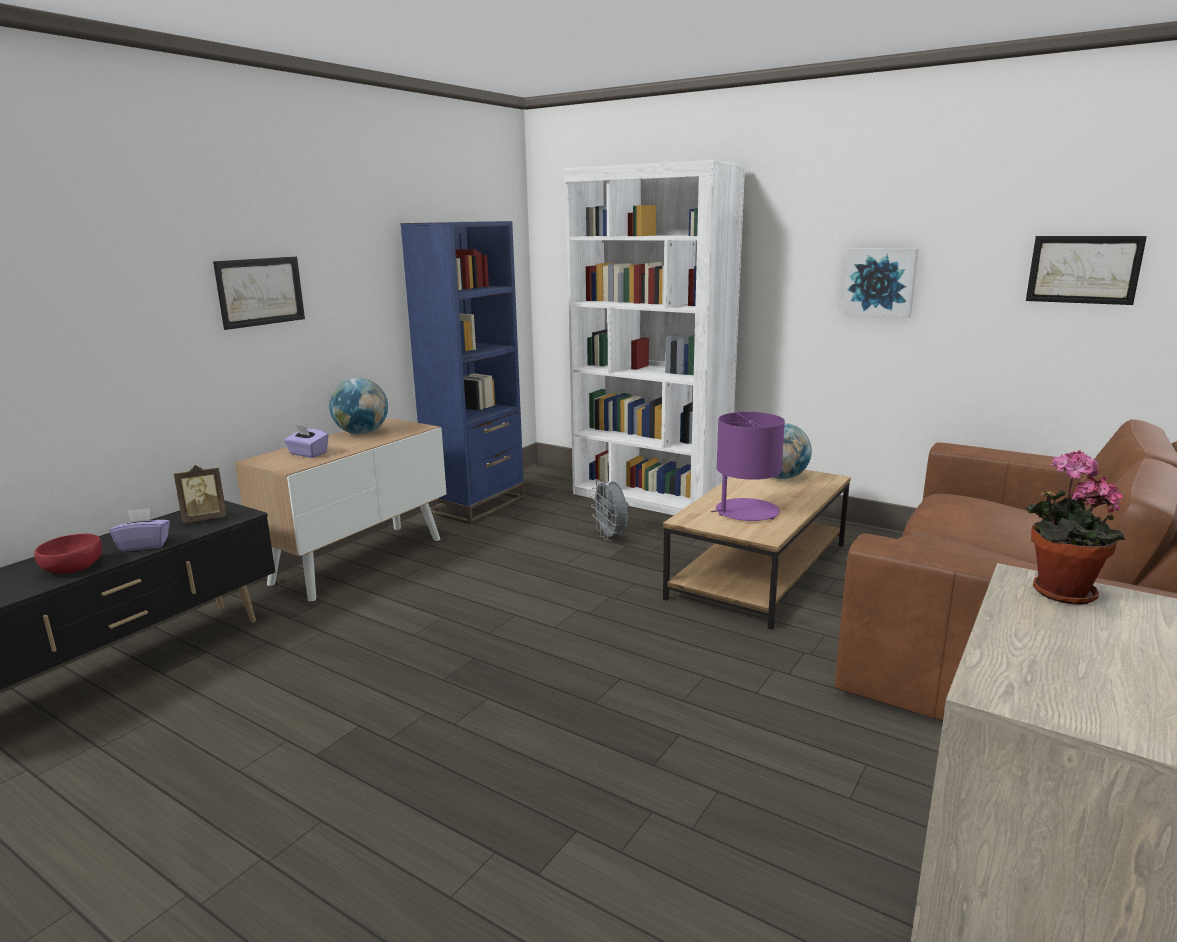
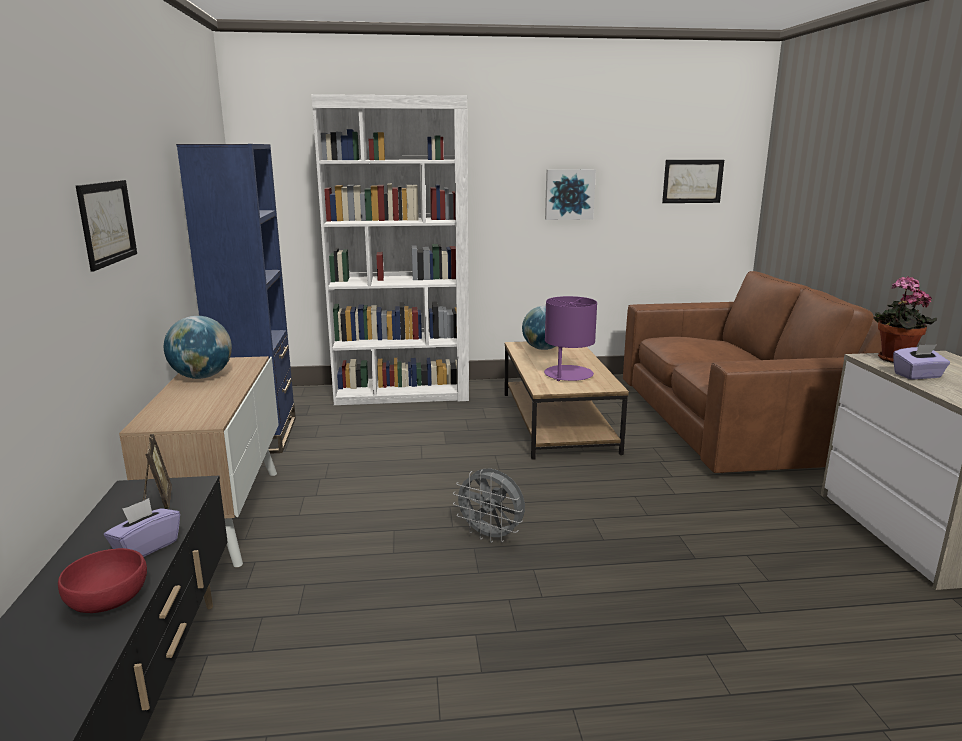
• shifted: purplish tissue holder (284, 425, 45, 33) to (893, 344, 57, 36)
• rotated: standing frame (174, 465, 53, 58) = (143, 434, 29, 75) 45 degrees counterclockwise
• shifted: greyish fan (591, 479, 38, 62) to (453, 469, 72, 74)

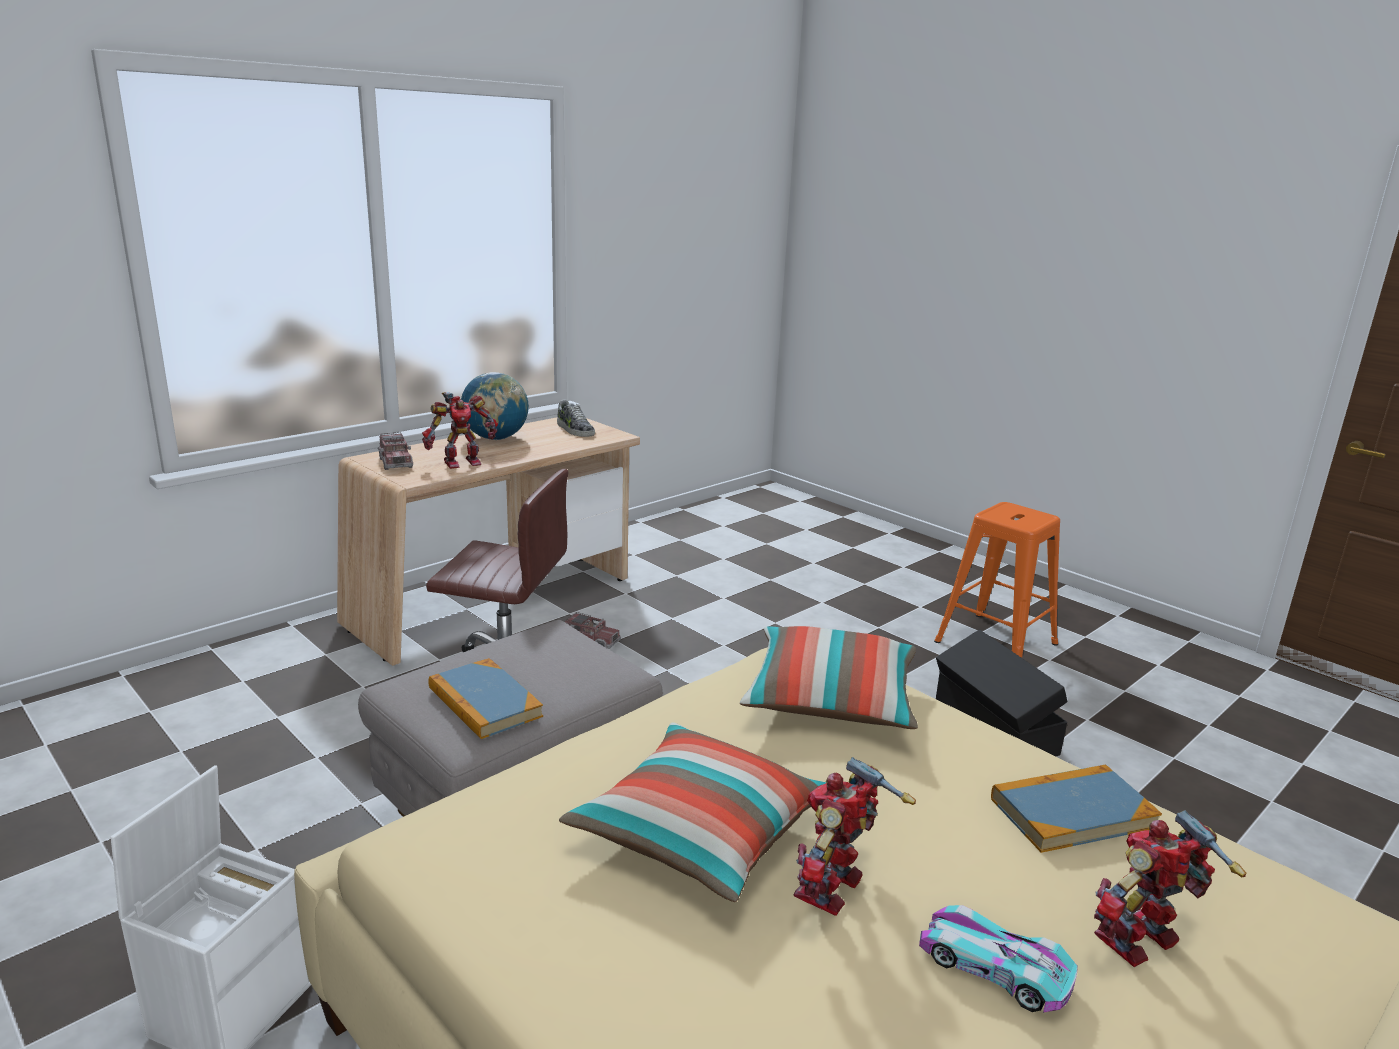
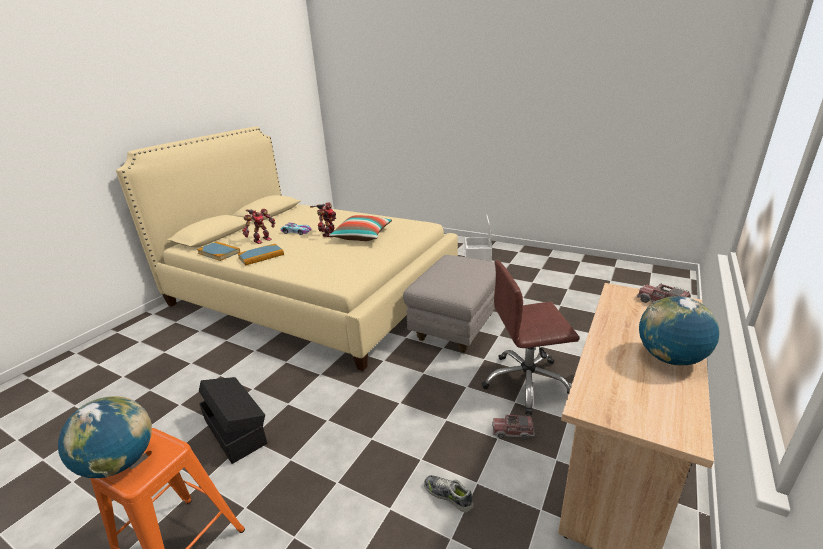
• gone: robot figure (422, 392, 76, 77)
• shifted: item of footwear (557, 399, 38, 38) to (424, 475, 49, 38)
• gone: throw pillow (740, 626, 178, 103)
• shifted: book (428, 658, 115, 81) to (197, 241, 43, 20)
• new: globe (58, 396, 94, 82)

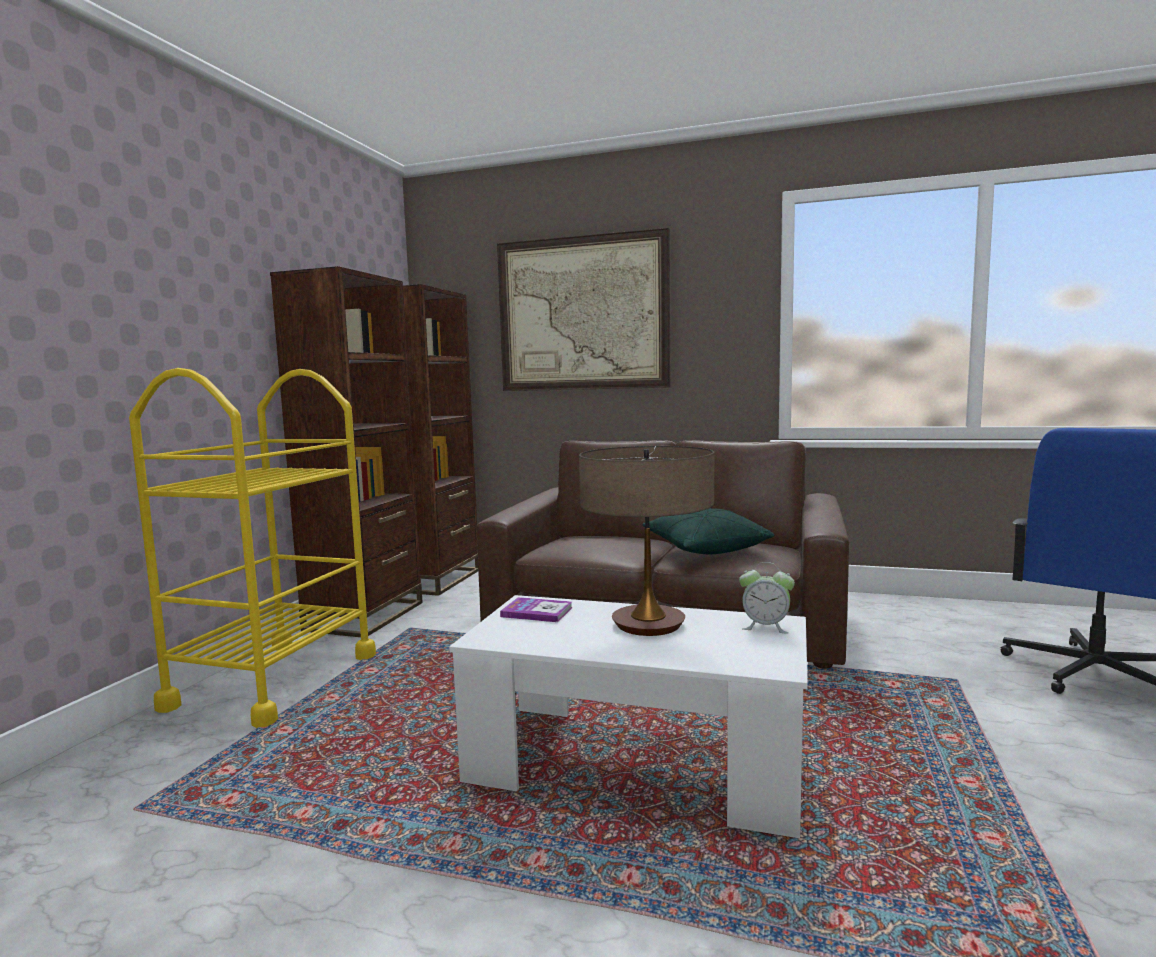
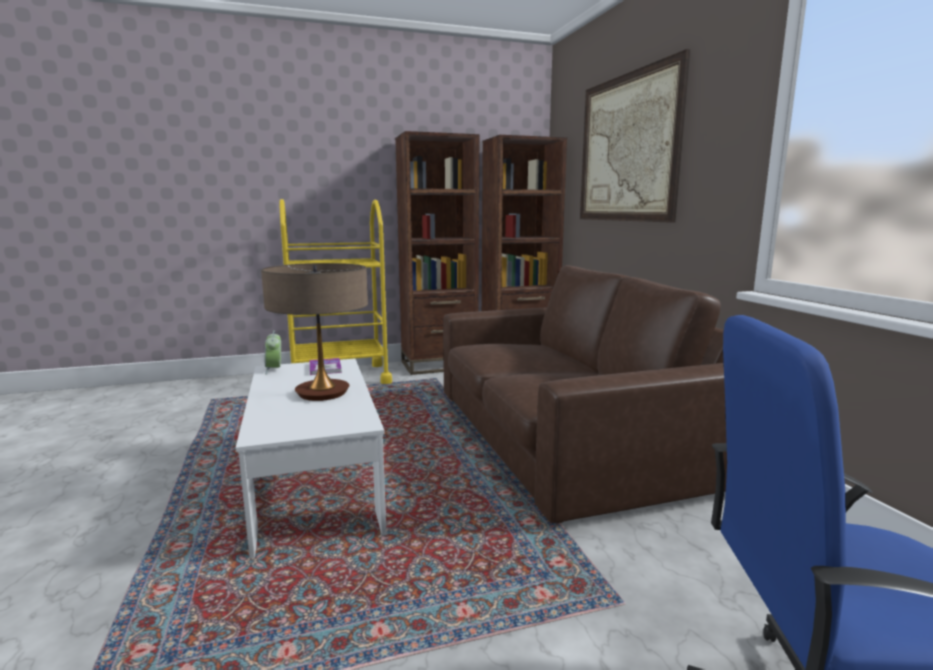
• gone: green-coloured throw pillow (642, 508, 132, 46)
• shifted: alarm clock (739, 562, 56, 71) to (265, 330, 16, 45)

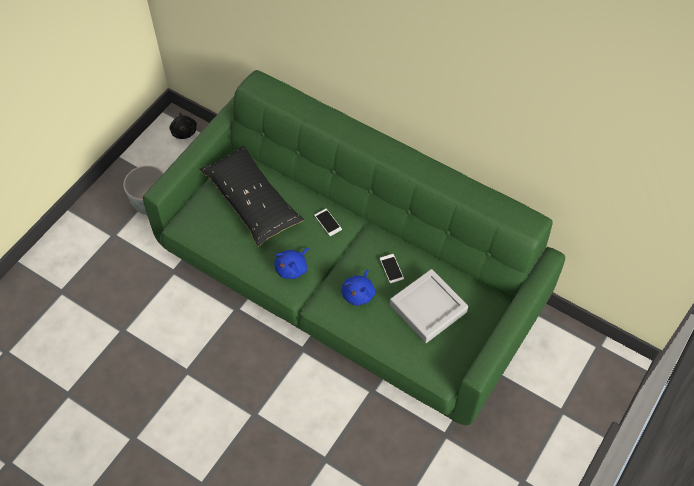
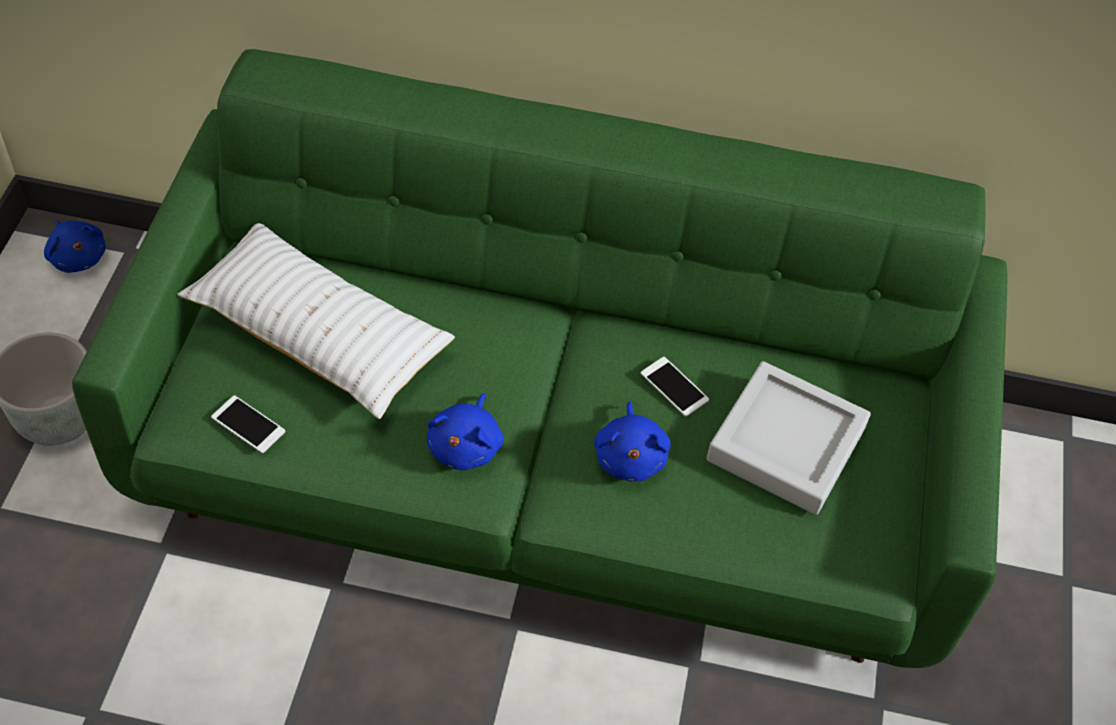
• repainted: black-coloured soft toy (169, 112, 28, 27) to blue-coloured soft toy (44, 220, 62, 53)
• repainted: black-coloured throw pillow (199, 146, 105, 101) to white-coloured throw pillow (177, 223, 278, 196)
• shifted: handset (314, 209, 28, 27) to (211, 395, 74, 58)

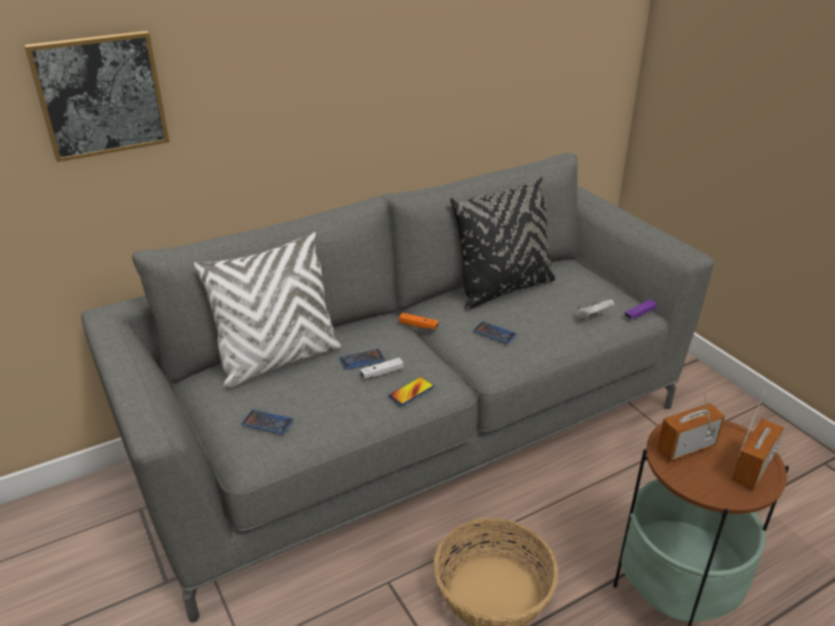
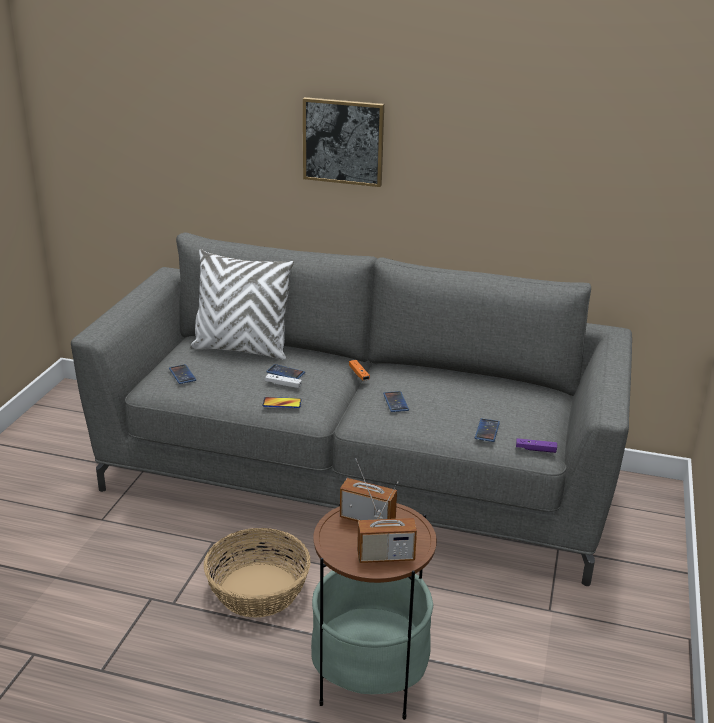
• shifted: picture (24, 31, 145, 131) to (303, 97, 81, 90)
• gone: black-coloured throw pillow (450, 177, 105, 133)
• swapped: white-coloured gamepad (577, 300, 37, 20) to handset (475, 418, 25, 24)

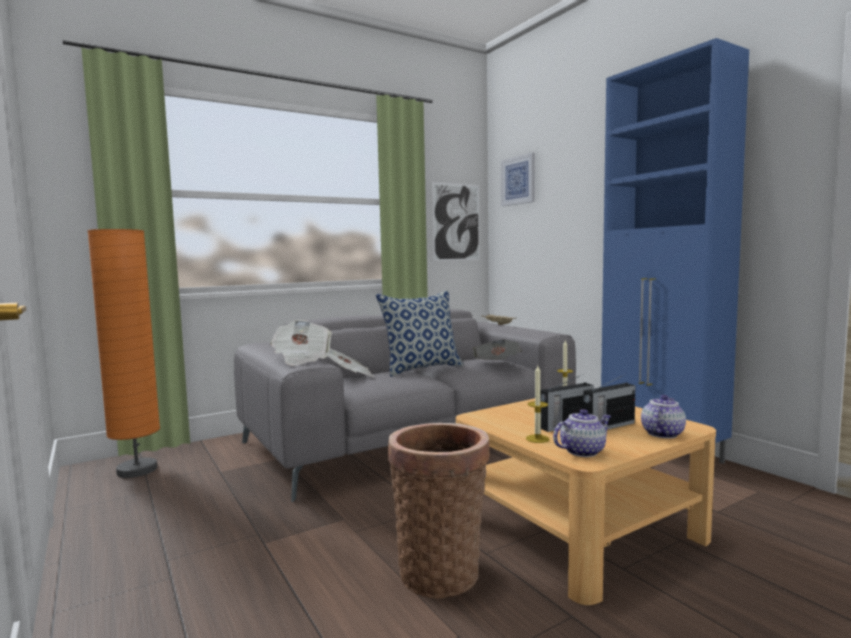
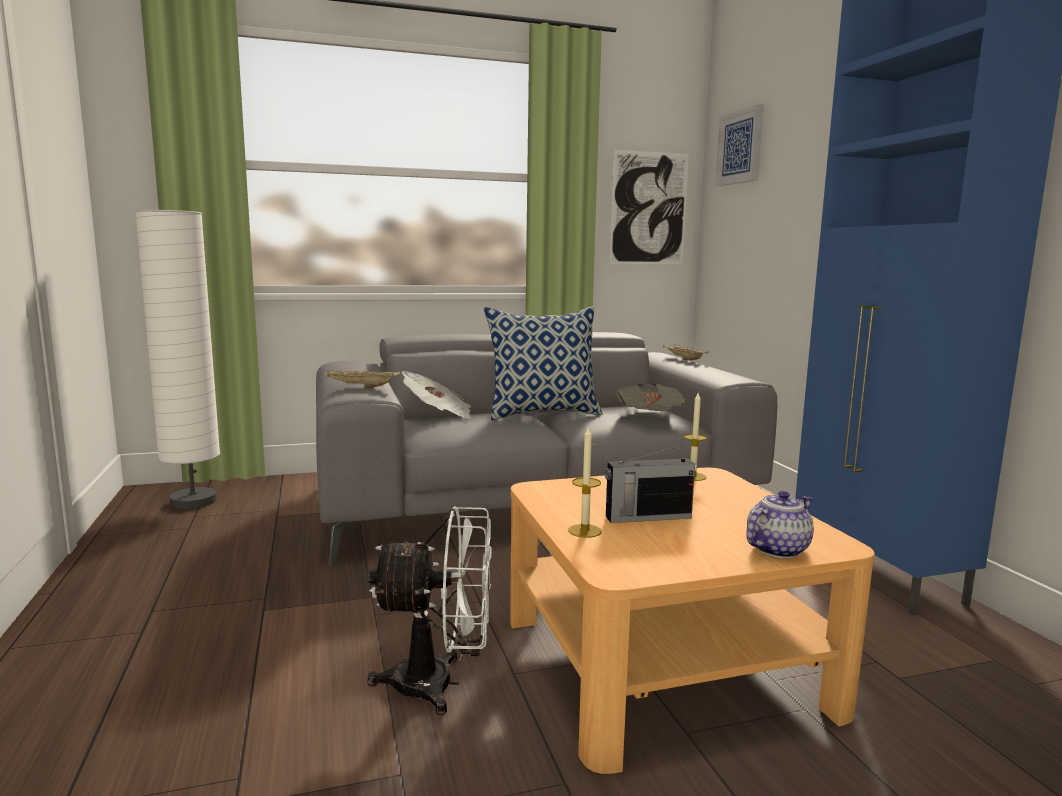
• repainted: orange floor lamp (87, 229, 73, 249) to white-coloured floor lamp (135, 210, 85, 299)
• swapped: daily paper (270, 320, 62, 45) to sand-coloured serving tray (325, 370, 76, 18)
• gone: radio receiver (583, 376, 52, 54)
• gone: teapot (553, 409, 58, 48)
• swapped: basket (388, 423, 102, 176) to white-coloured fan (367, 506, 125, 209)

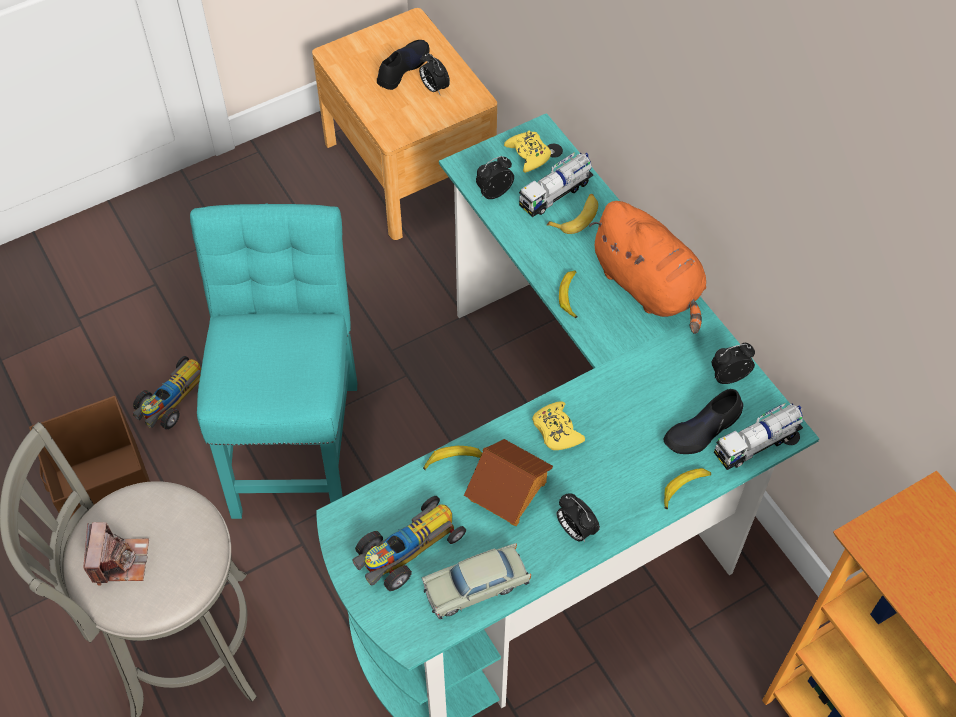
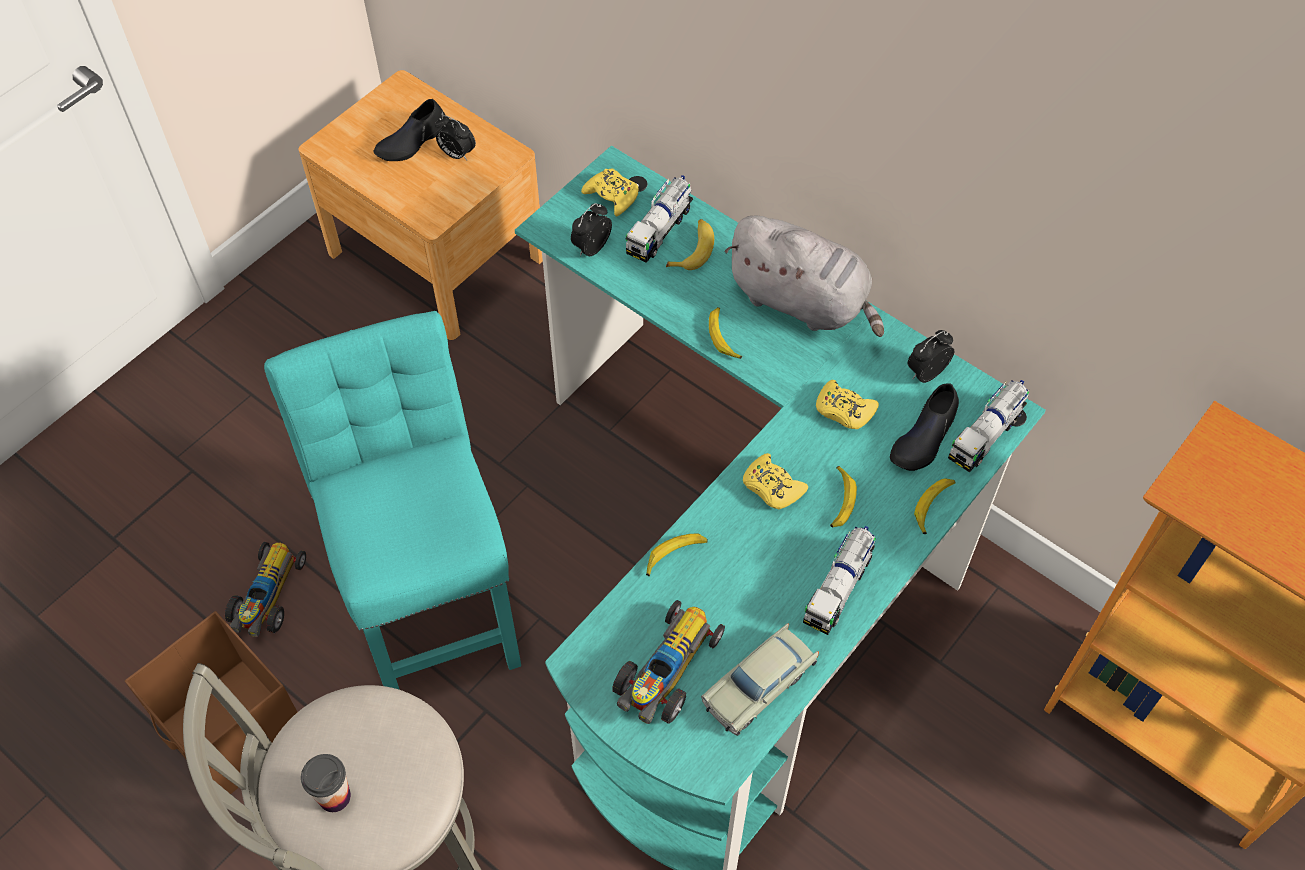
• rotated: black-coloured item of footwear (377, 40, 53, 50) = (373, 99, 72, 62) 150 degrees counterclockwise
• repainted: orange soft toy (589, 201, 117, 133) to greyish soft toy (724, 216, 160, 121)
• gone: toy house (464, 439, 89, 87)
• swapped: alarm clock (557, 493, 43, 49) to model truck (803, 526, 73, 109)
• swapped: photo camera (84, 522, 65, 64) to cup (301, 754, 50, 58)
• new: yellow-coloured gamepad (816, 380, 63, 49)
• new: banana fruit (830, 466, 27, 62)

